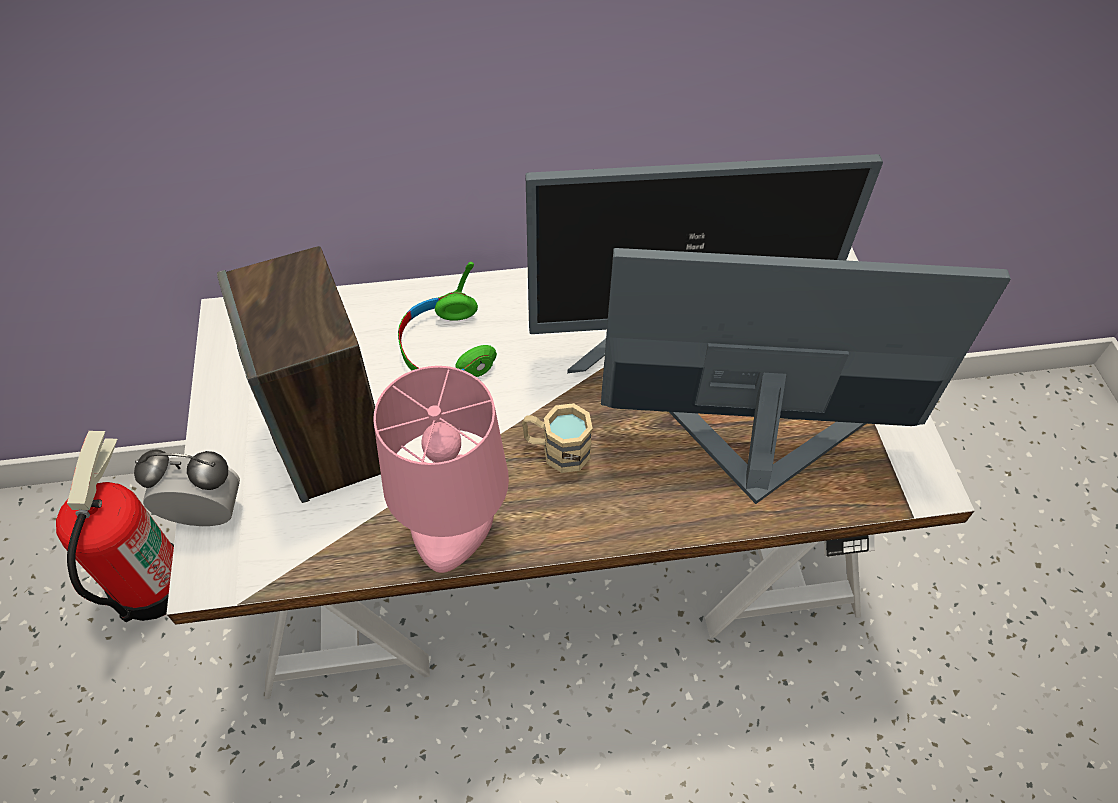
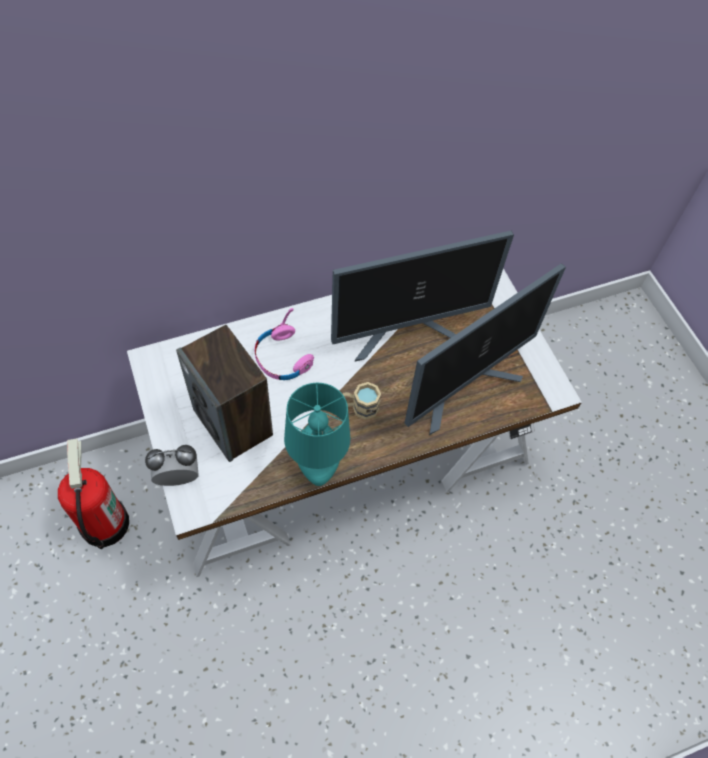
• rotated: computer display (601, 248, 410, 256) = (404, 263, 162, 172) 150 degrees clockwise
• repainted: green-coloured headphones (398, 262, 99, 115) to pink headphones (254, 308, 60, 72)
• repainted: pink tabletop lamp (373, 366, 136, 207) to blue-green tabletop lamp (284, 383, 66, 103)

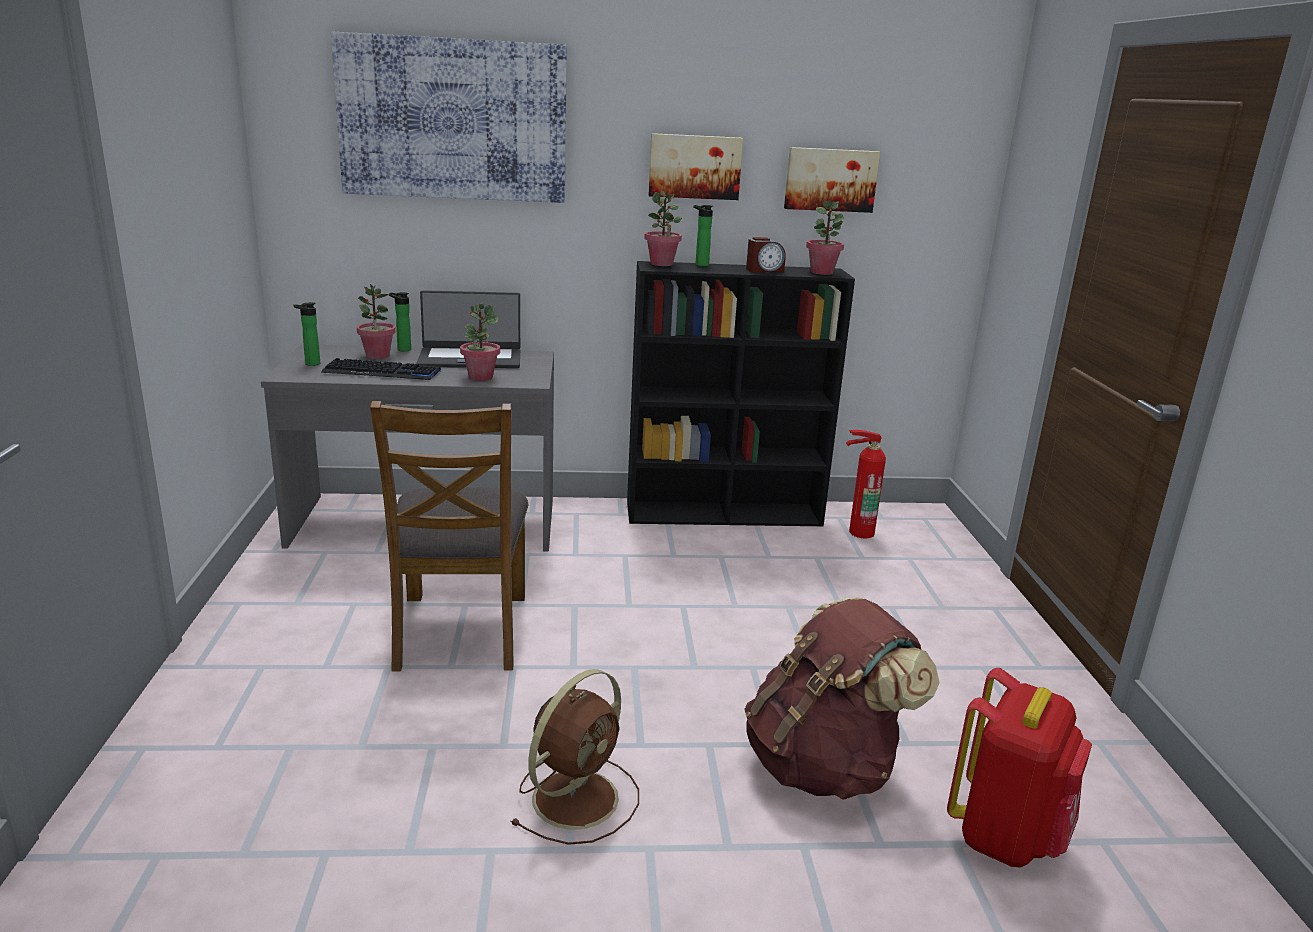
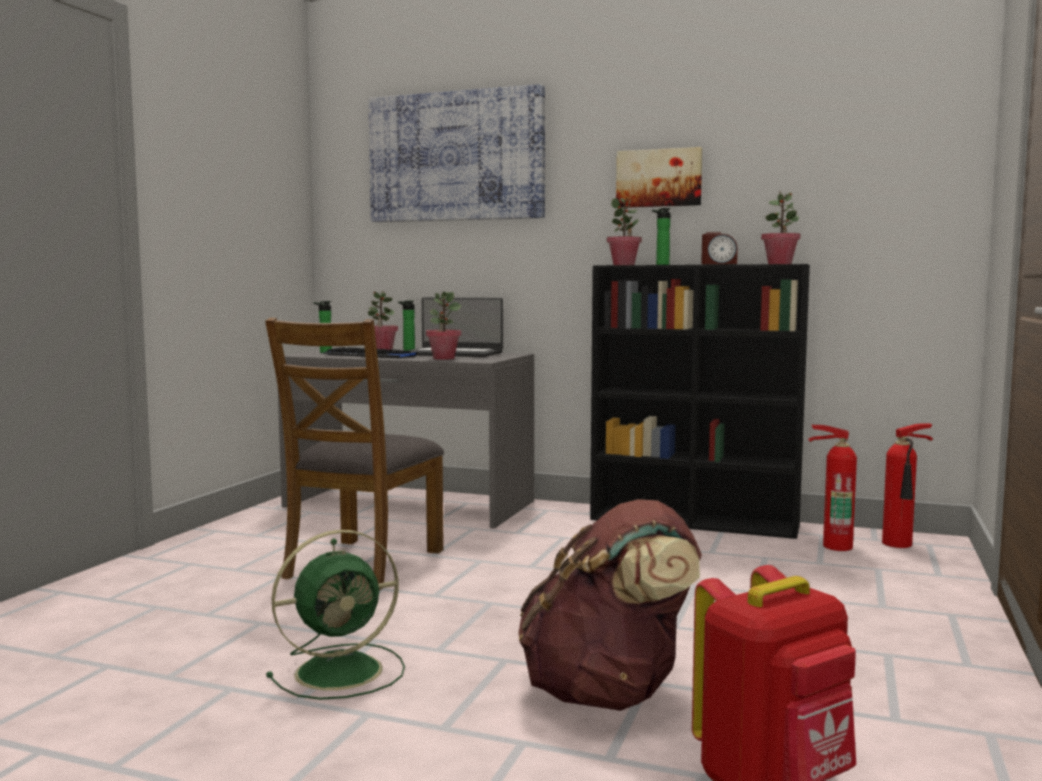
• gone: picture (784, 147, 96, 66)
• repainted: brown fan (511, 669, 128, 176) to green-coloured fan (266, 530, 139, 170)
• new: fire-fighting cylinder (882, 423, 51, 125)

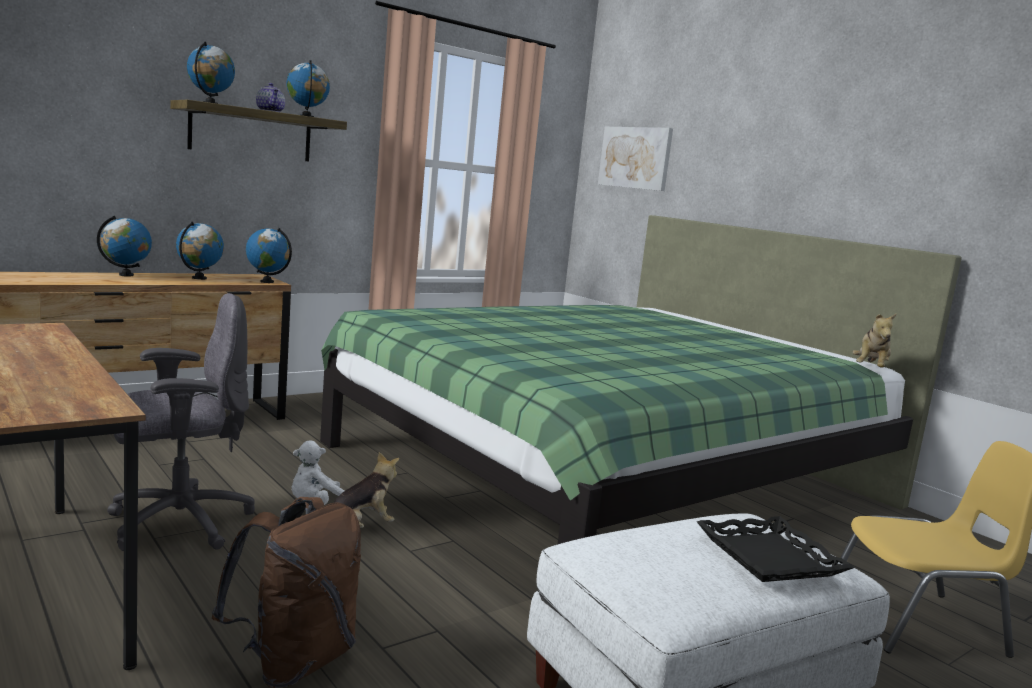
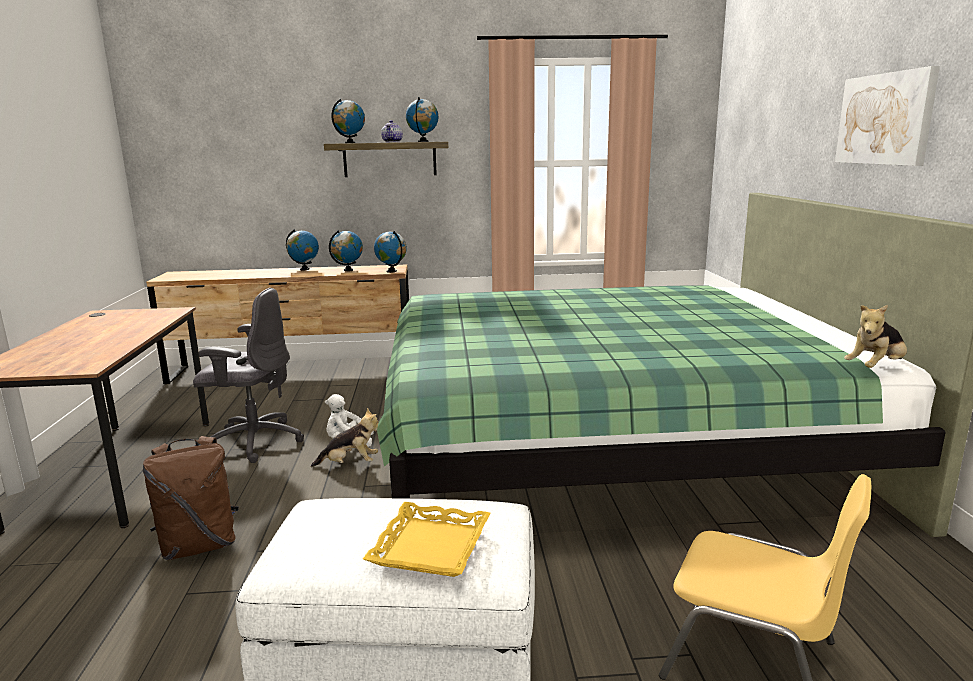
• shifted: picture (598, 127, 75, 64) to (835, 66, 105, 100)
• repainted: black-coloured serving tray (697, 516, 157, 66) to yellow-coloured serving tray (363, 502, 127, 75)

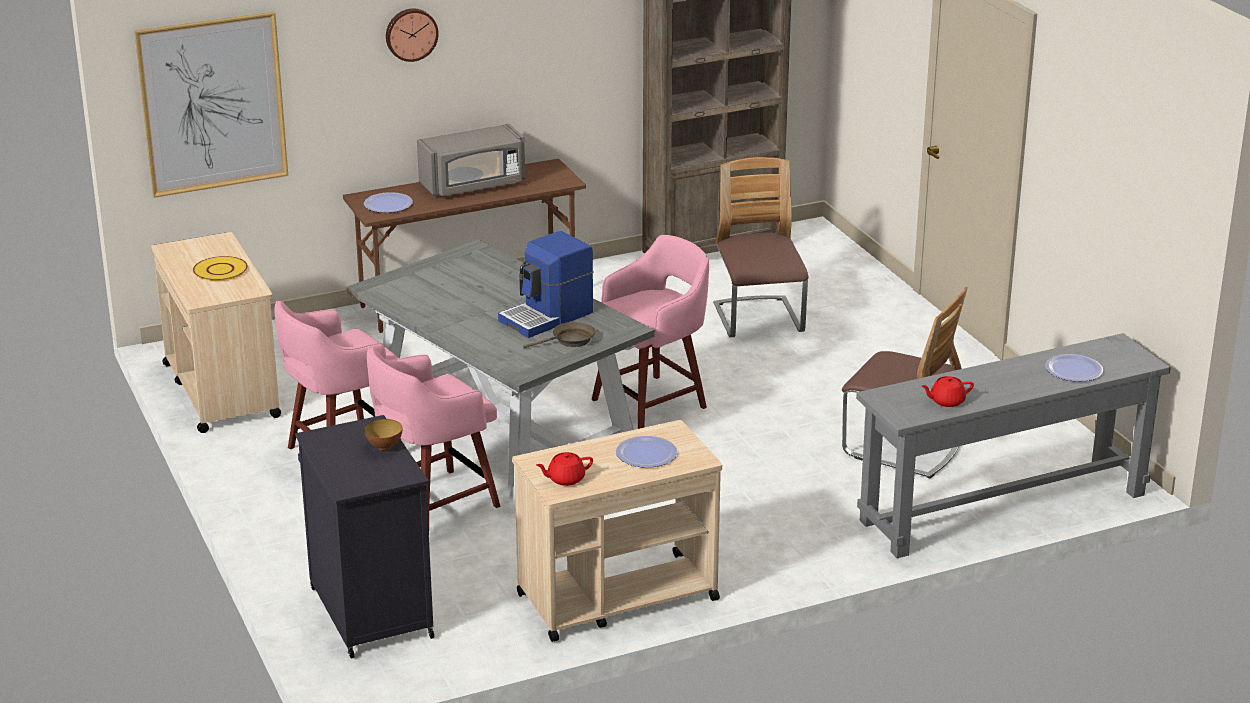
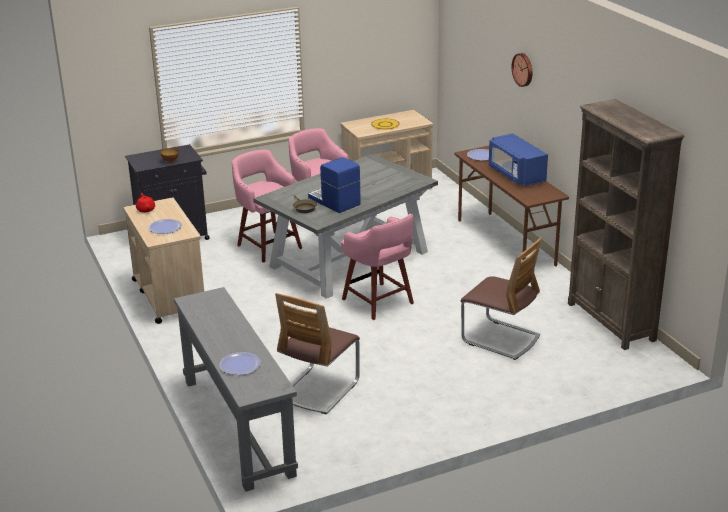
• gone: picture (134, 12, 154, 186)
• repainted: greyish kitchen microwave (417, 124, 108, 73) to blue-coloured kitchen microwave (489, 133, 59, 53)
• rotated: plain chair (713, 157, 95, 180) = (460, 237, 82, 123) 45 degrees clockwise
• gone: reddish teapot (922, 376, 52, 31)

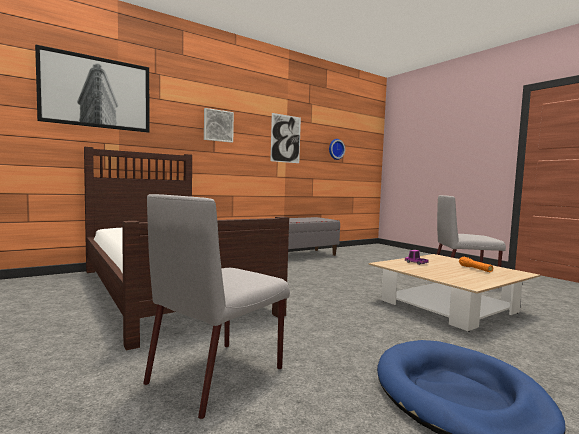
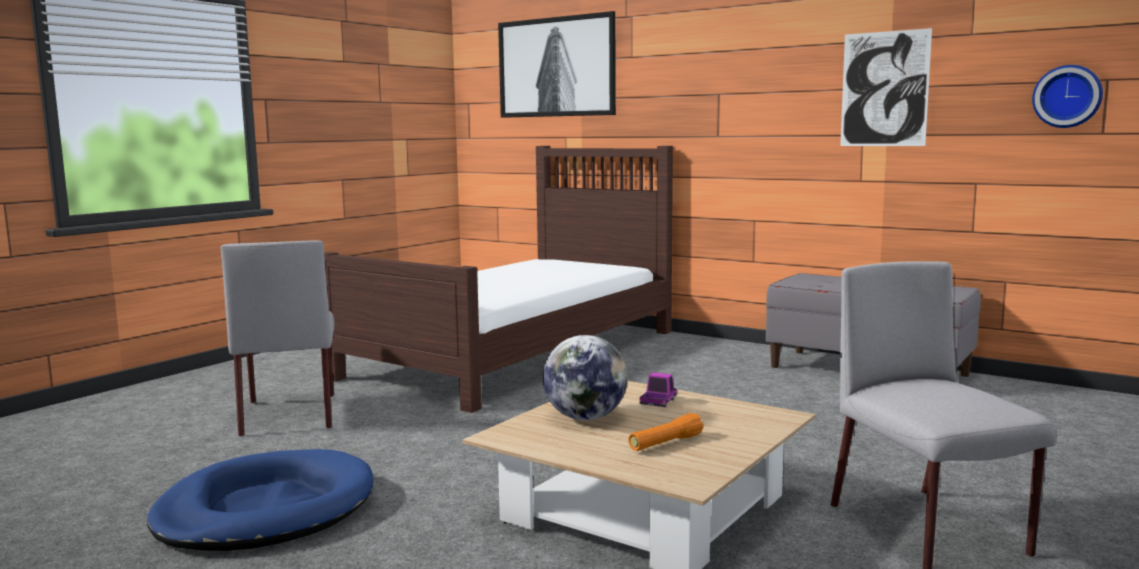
• gone: picture (204, 108, 30, 35)
• rotated: greyish plain chair (143, 194, 147, 225) = (221, 240, 113, 197) 120 degrees counterclockwise
• new: globe (543, 335, 85, 86)

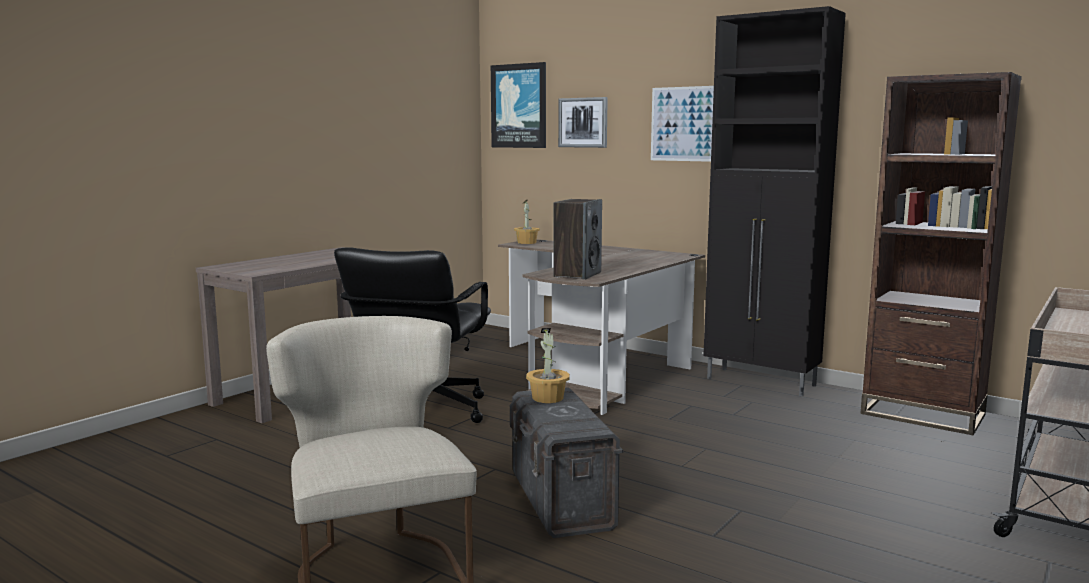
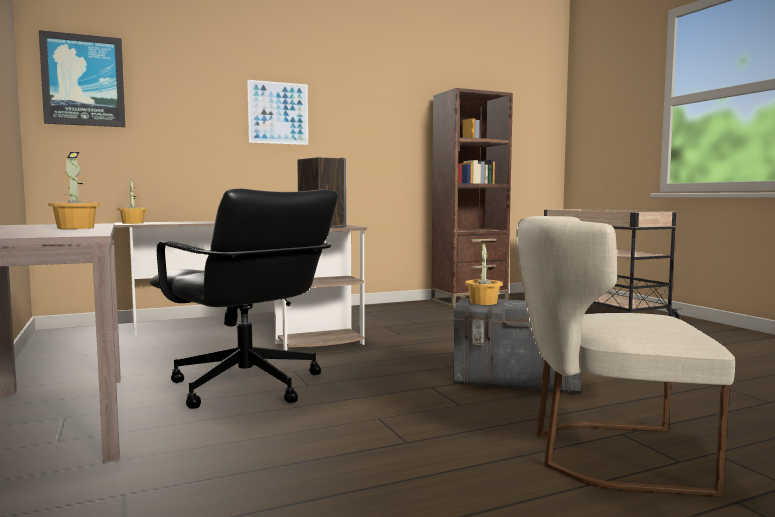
• gone: black-coloured cabinet (703, 6, 143, 390)
• gone: picture (558, 97, 50, 51)
• new: houseplant (48, 152, 52, 77)

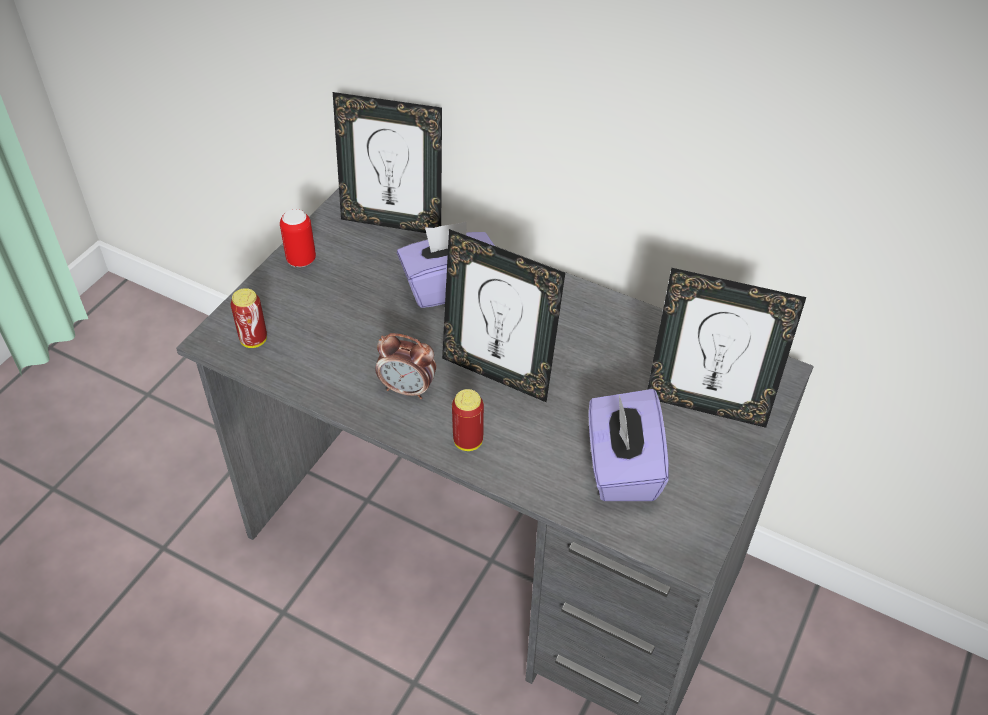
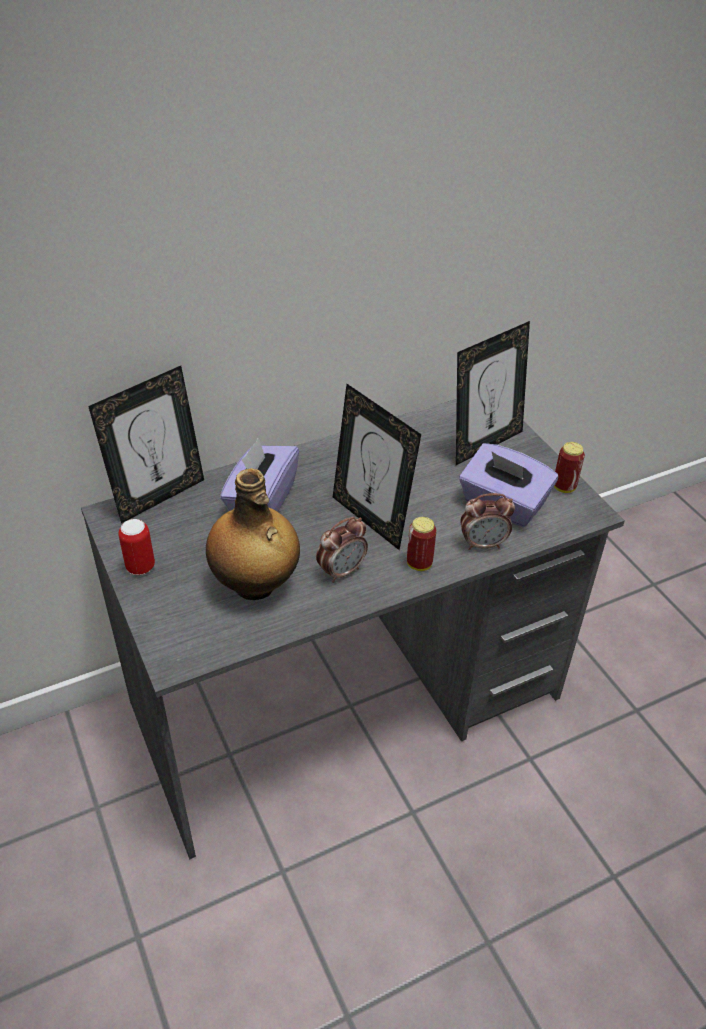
• rotated: standing frame (442, 229, 123, 173) = (333, 384, 88, 166) 75 degrees clockwise
• shifted: metal can (231, 288, 36, 60) to (554, 442, 31, 51)
• new: bottle (206, 468, 94, 132)
• new: alarm clock (460, 493, 55, 57)

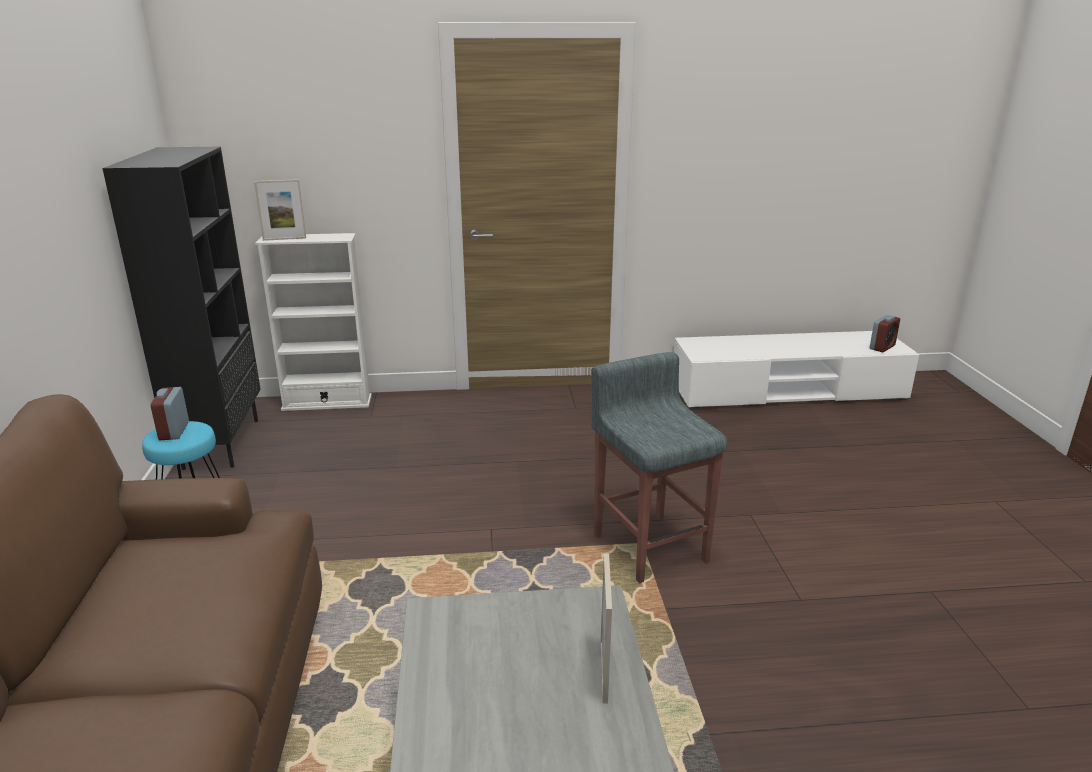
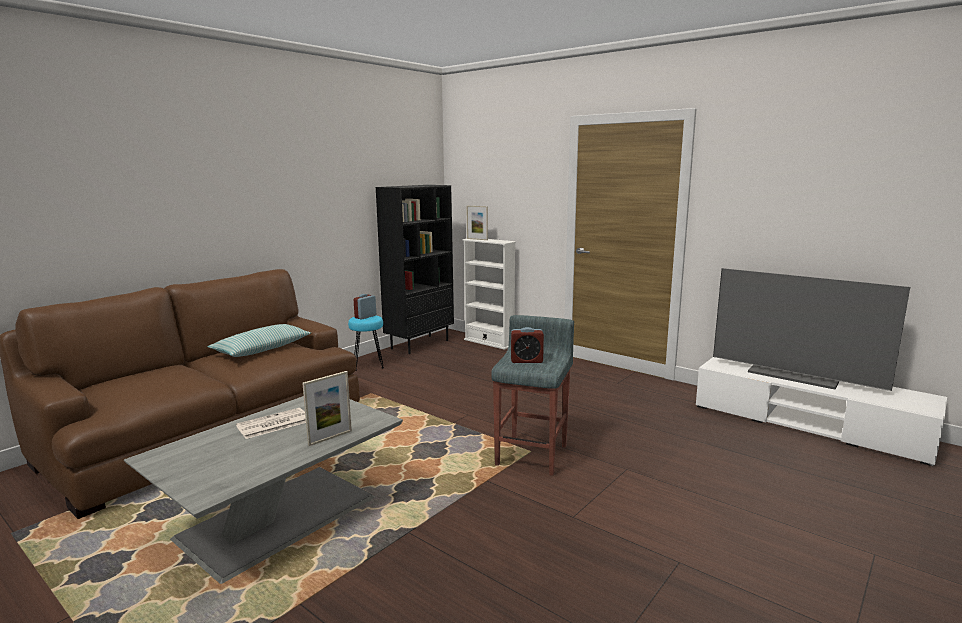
• shifted: alarm clock (869, 315, 31, 37) to (511, 327, 33, 36)
• new: TV (713, 268, 197, 123)
• new: throw pillow (207, 324, 104, 33)
• new: daily paper (236, 408, 70, 31)

